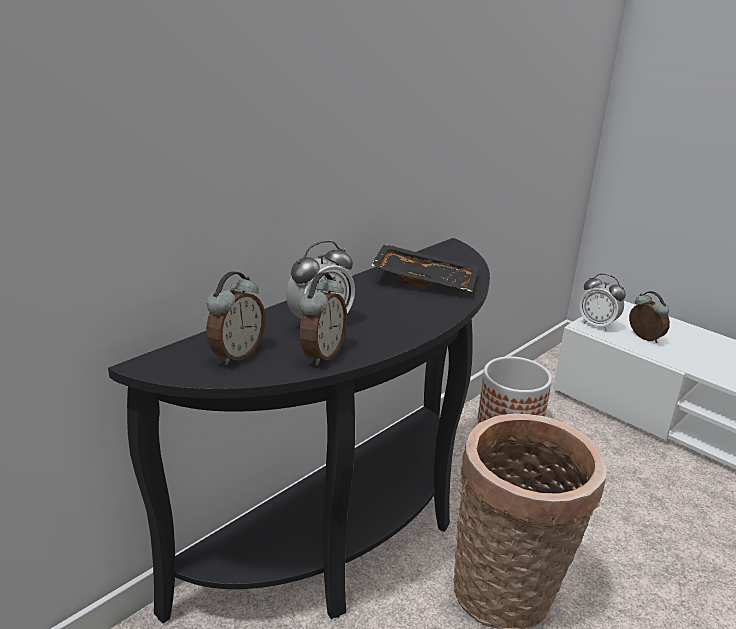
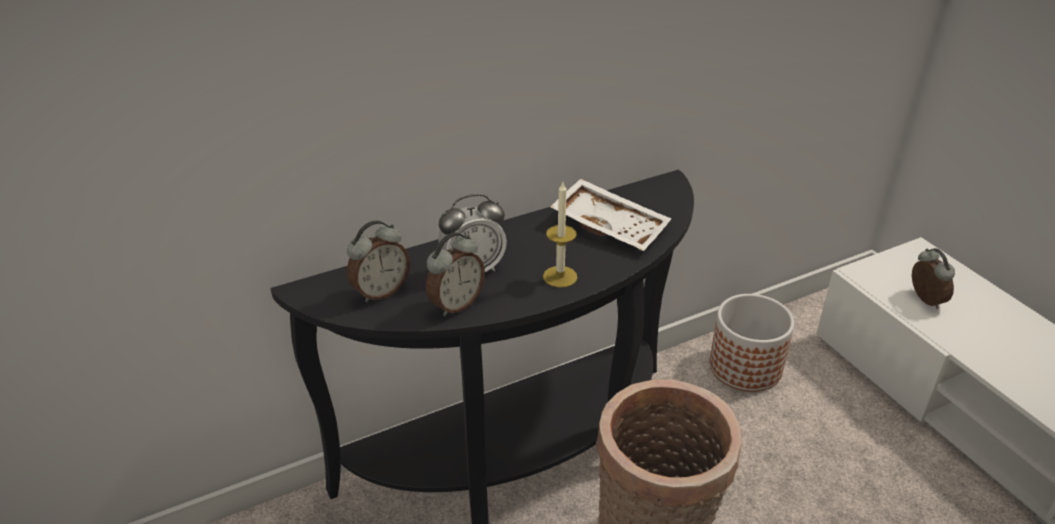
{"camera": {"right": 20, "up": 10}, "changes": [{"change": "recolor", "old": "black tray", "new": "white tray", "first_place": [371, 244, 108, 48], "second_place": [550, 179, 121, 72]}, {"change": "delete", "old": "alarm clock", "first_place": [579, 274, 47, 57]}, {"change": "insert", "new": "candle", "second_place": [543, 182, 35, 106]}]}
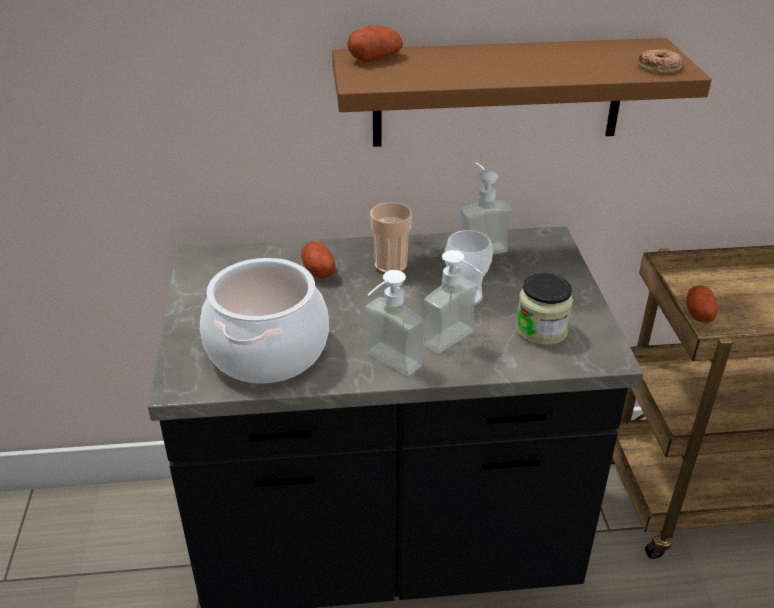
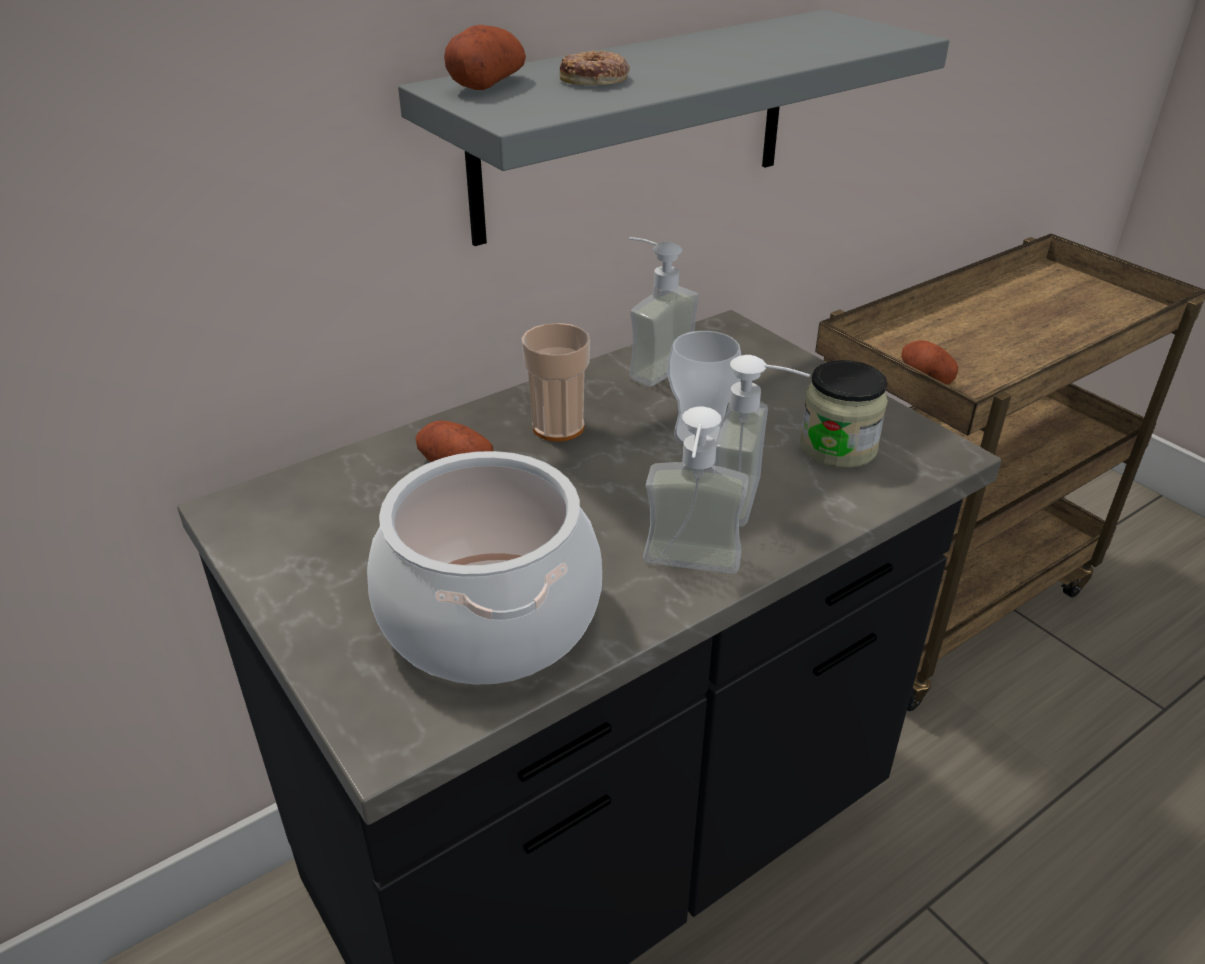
{"camera": {"right": -30, "up": 0}, "changes": [{"change": "recolor", "old": "brown shelf", "new": "grey shelf", "first_place": [332, 38, 380, 109], "second_place": [398, 10, 551, 236]}, {"change": "move", "old": "donut", "first_place": [638, 49, 45, 24], "second_place": [559, 50, 71, 35]}]}
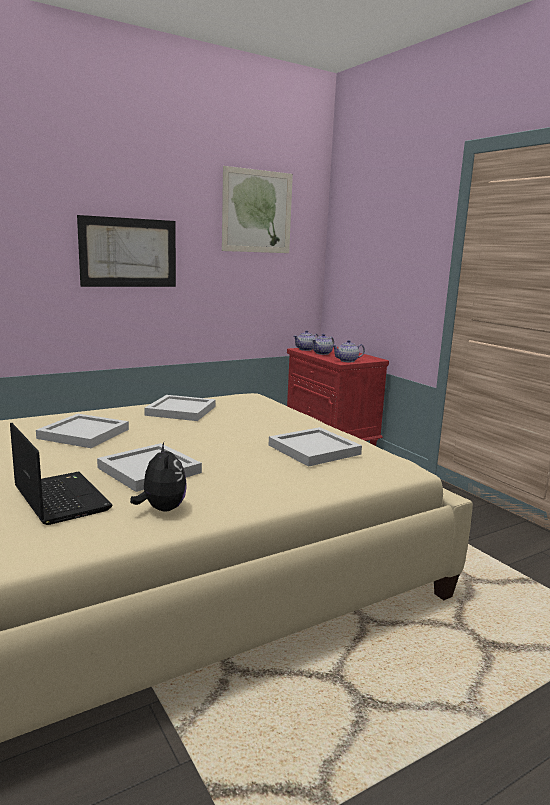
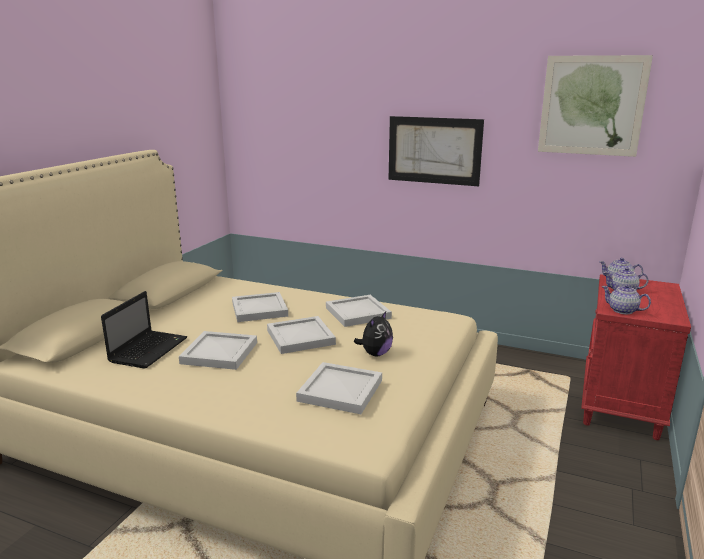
{"camera": {"right": 55, "up": 5}, "changes": [{"change": "move", "old": "plush toy", "first_place": [130, 443, 57, 68], "second_place": [354, 311, 39, 45]}, {"change": "insert", "new": "white tray", "second_place": [267, 316, 69, 38]}]}
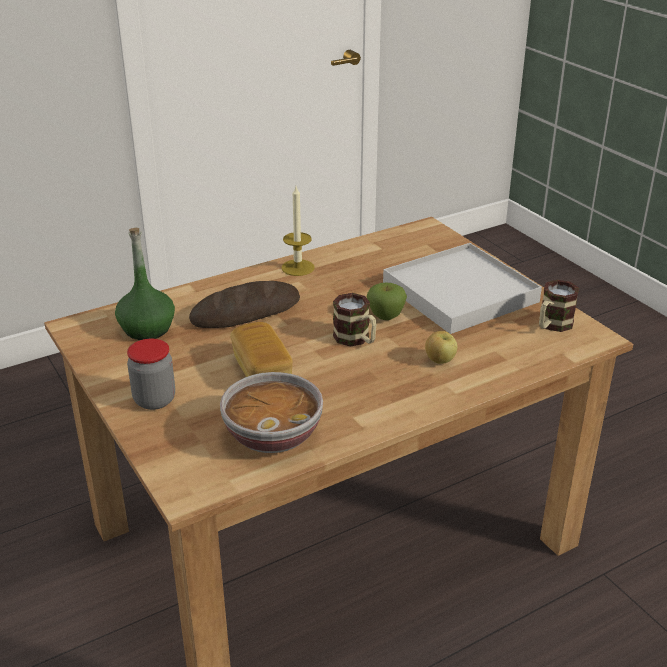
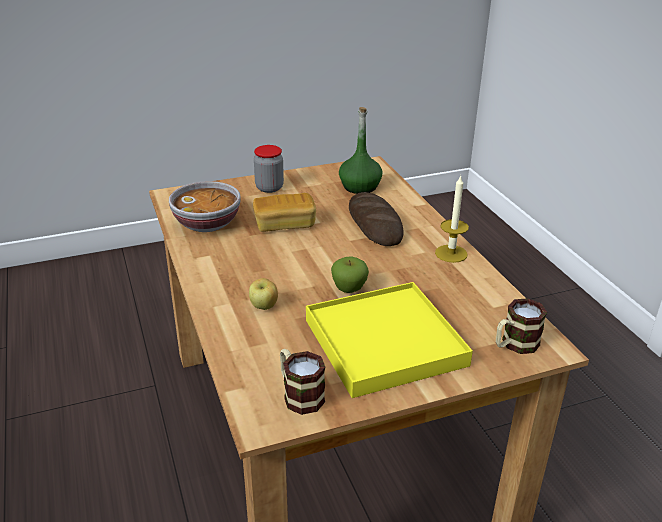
{"camera": {"right": 100, "up": 0}, "changes": [{"change": "move", "old": "mug", "first_place": [333, 293, 44, 54], "second_place": [496, 298, 51, 56]}, {"change": "recolor", "old": "white tray", "new": "yellow tray", "first_place": [383, 243, 159, 91], "second_place": [306, 282, 167, 116]}]}
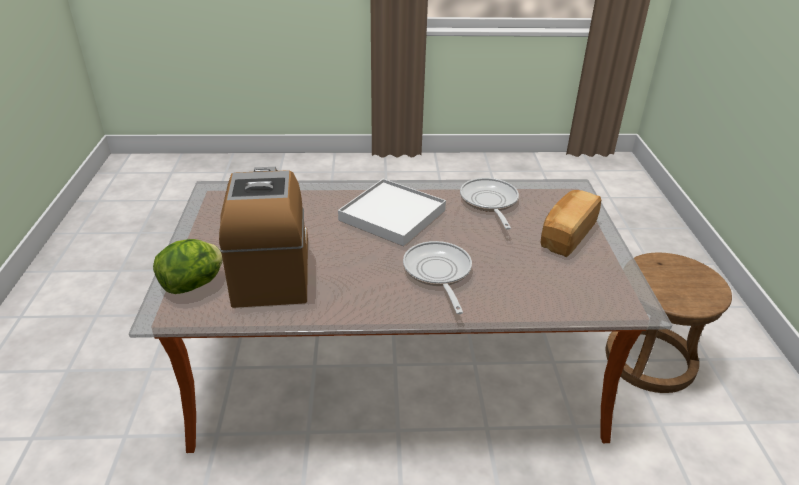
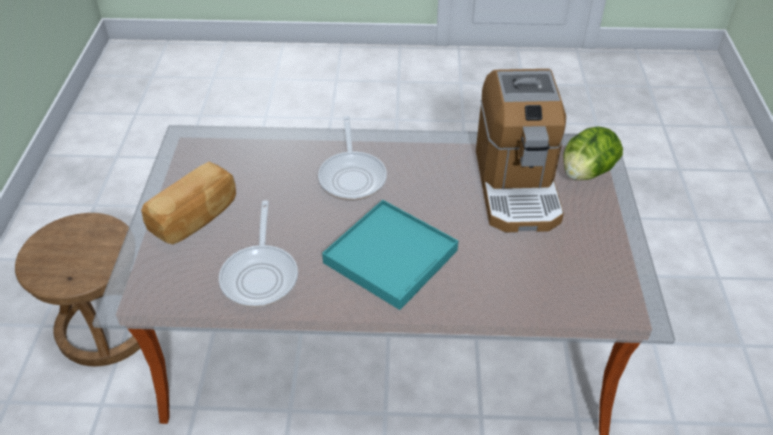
{"camera": {"right": -175, "up": 10}, "changes": [{"change": "recolor", "old": "white tray", "new": "turquoise tray", "first_place": [338, 179, 108, 67], "second_place": [322, 200, 136, 110]}]}
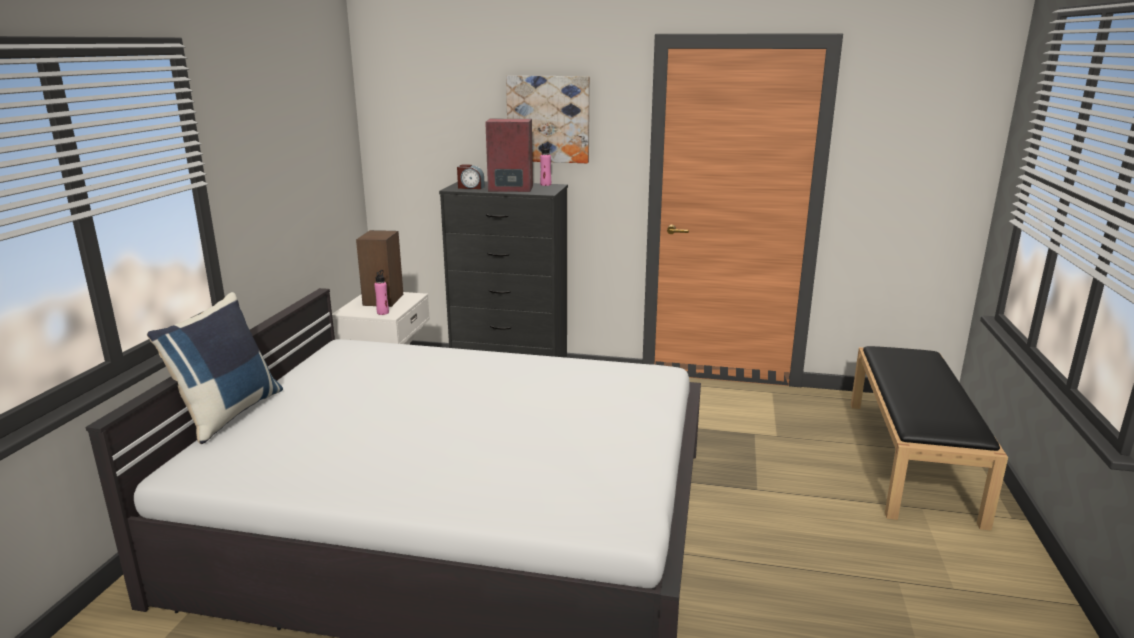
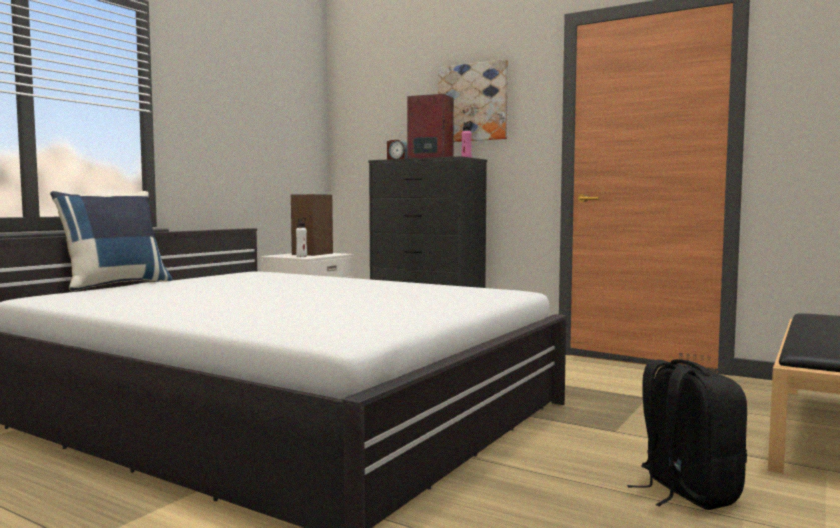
{"camera": {"right": 20, "up": -15}, "changes": [{"change": "recolor", "old": "pink bottle", "new": "white bottle", "first_place": [374, 270, 15, 45], "second_place": [296, 218, 11, 39]}, {"change": "insert", "new": "black backpack", "second_place": [627, 359, 120, 151]}]}
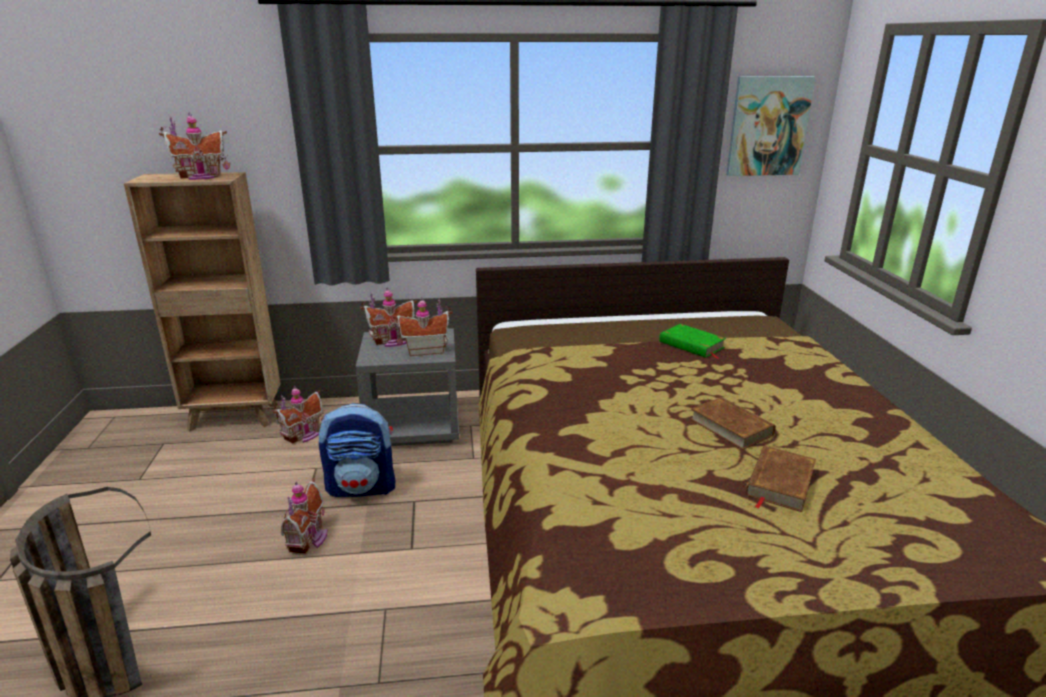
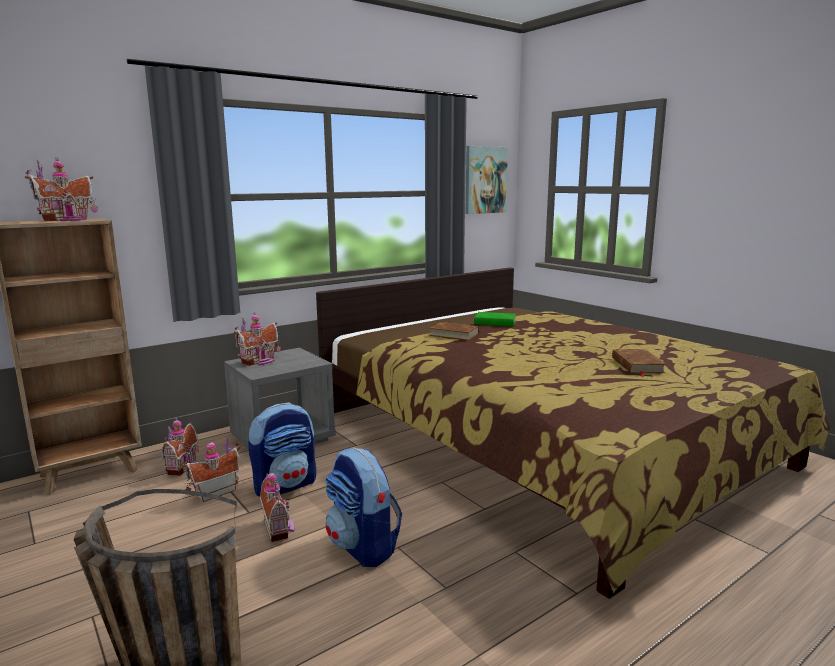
{"camera": {"right": -30, "up": -10}, "changes": [{"change": "move", "old": "toy house", "first_place": [393, 297, 59, 59], "second_place": [182, 437, 58, 65]}, {"change": "move", "old": "brown book", "first_place": [690, 397, 85, 53], "second_place": [429, 322, 50, 18]}, {"change": "insert", "new": "backpack", "second_place": [325, 448, 77, 119]}]}
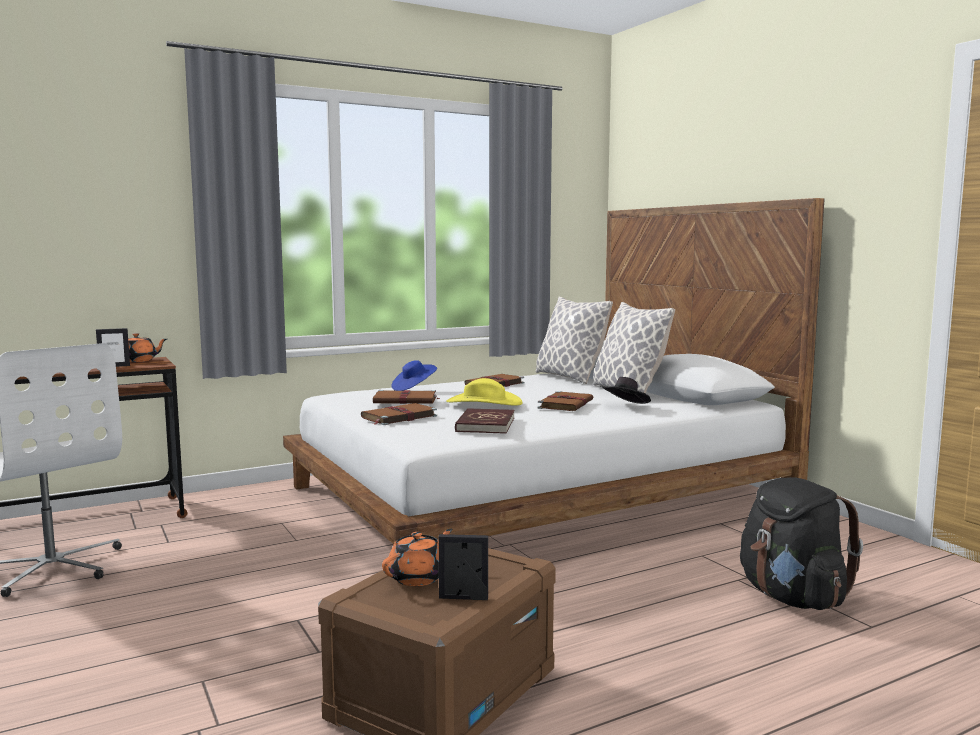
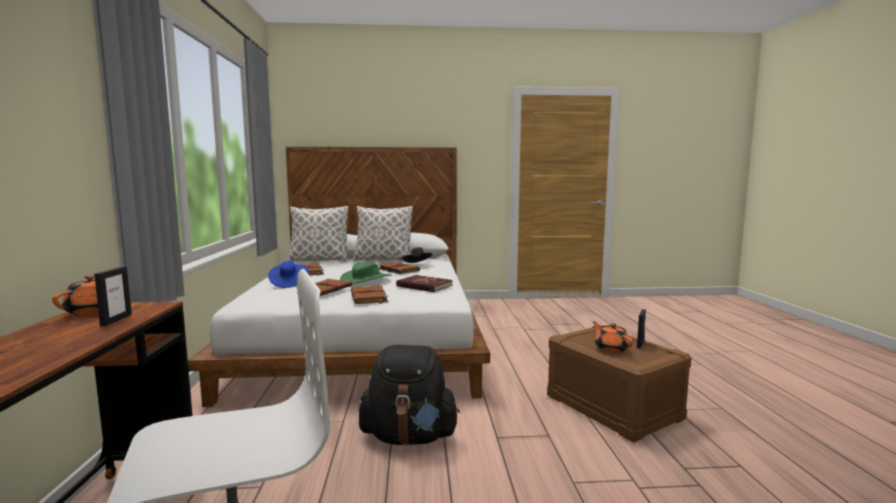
{"camera": {"right": -65, "up": 0}, "changes": [{"change": "recolor", "old": "yellow hat", "new": "green hat", "first_place": [447, 378, 76, 27], "second_place": [340, 262, 51, 22]}, {"change": "move", "old": "black backpack", "first_place": [740, 477, 123, 133], "second_place": [359, 345, 101, 100]}]}
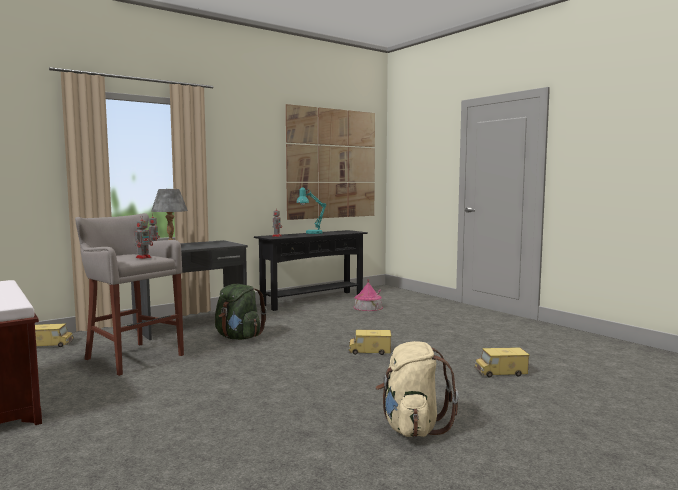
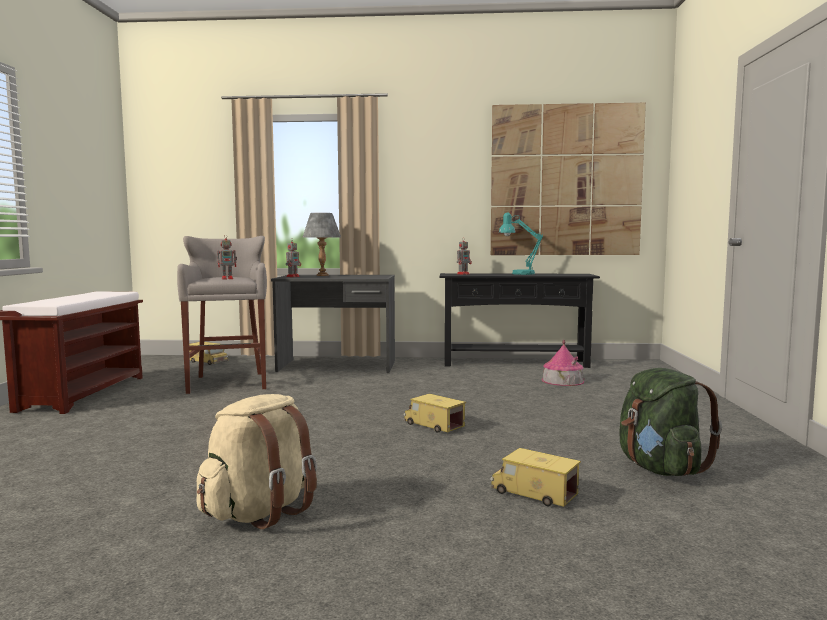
{"camera": {"right": 40, "up": 0}, "changes": [{"change": "move", "old": "green backpack", "first_place": [215, 284, 52, 56], "second_place": [620, 368, 102, 108]}]}
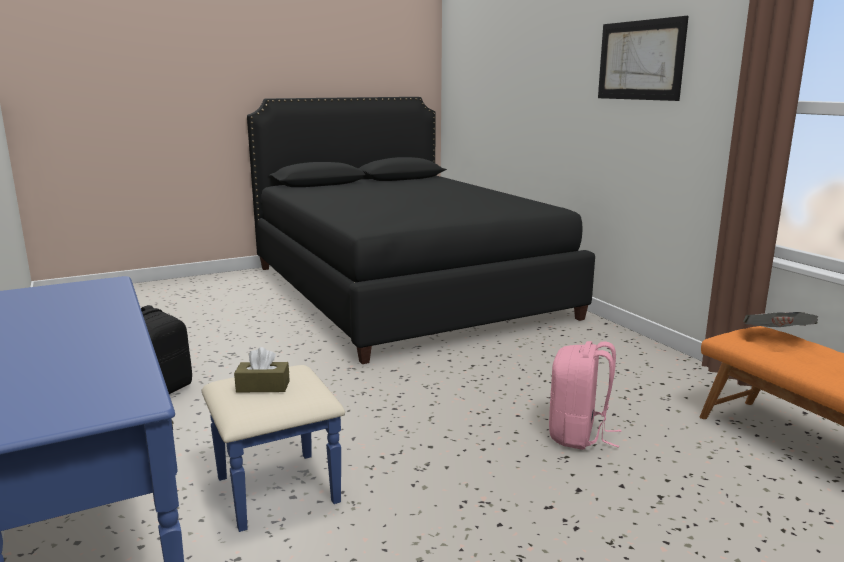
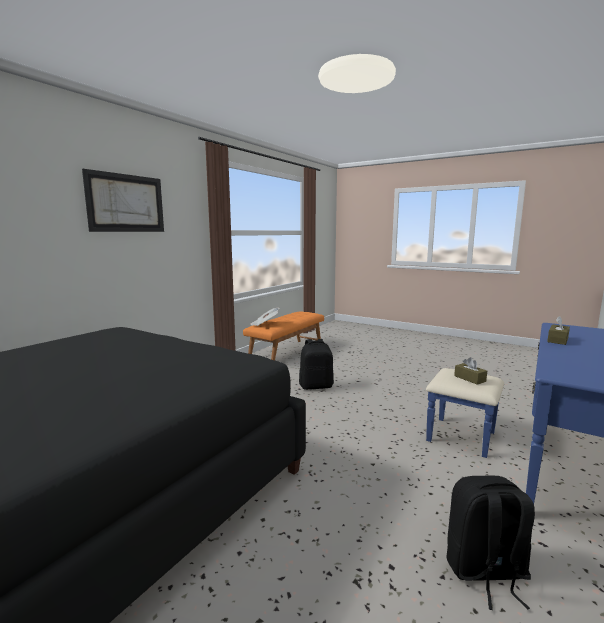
{"camera": {"right": -120, "up": -5}, "changes": [{"change": "recolor", "old": "pink backpack", "new": "black backpack", "first_place": [549, 341, 72, 109], "second_place": [299, 339, 35, 51]}, {"change": "insert", "new": "brown tissue box", "second_place": [547, 316, 23, 29]}]}
